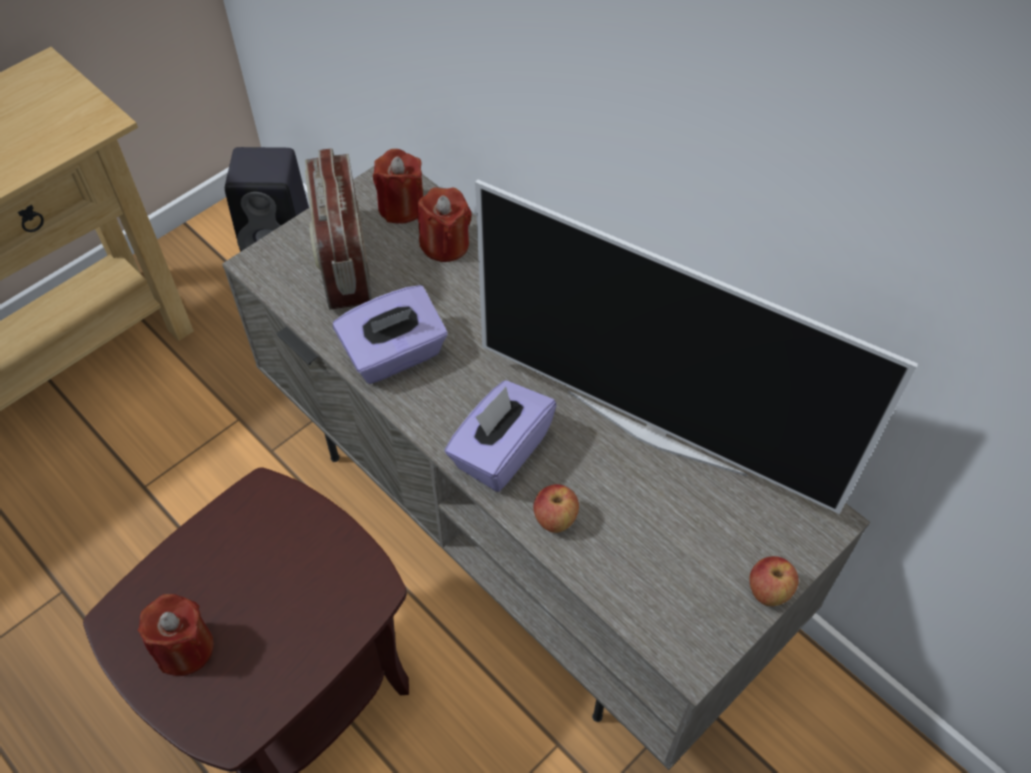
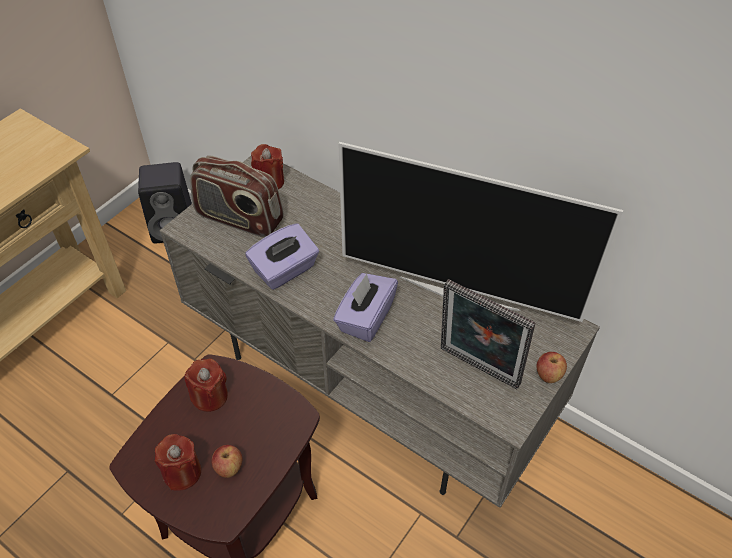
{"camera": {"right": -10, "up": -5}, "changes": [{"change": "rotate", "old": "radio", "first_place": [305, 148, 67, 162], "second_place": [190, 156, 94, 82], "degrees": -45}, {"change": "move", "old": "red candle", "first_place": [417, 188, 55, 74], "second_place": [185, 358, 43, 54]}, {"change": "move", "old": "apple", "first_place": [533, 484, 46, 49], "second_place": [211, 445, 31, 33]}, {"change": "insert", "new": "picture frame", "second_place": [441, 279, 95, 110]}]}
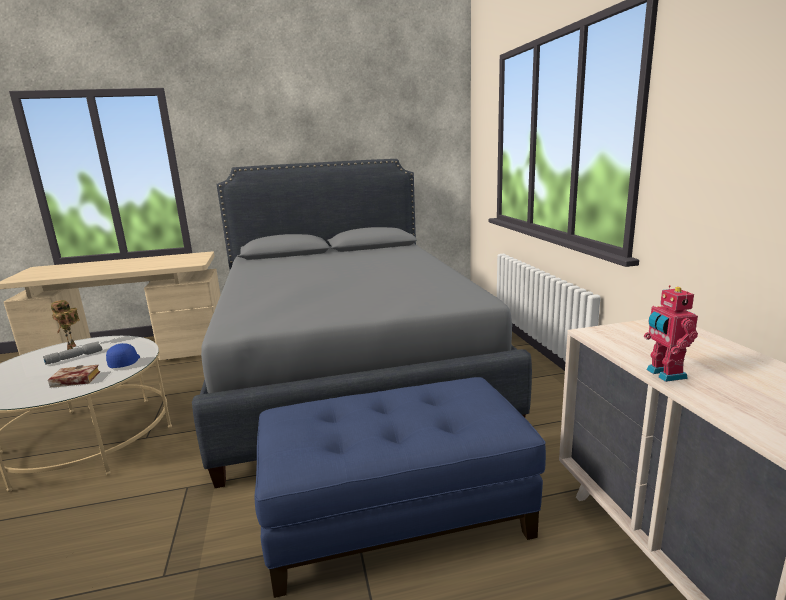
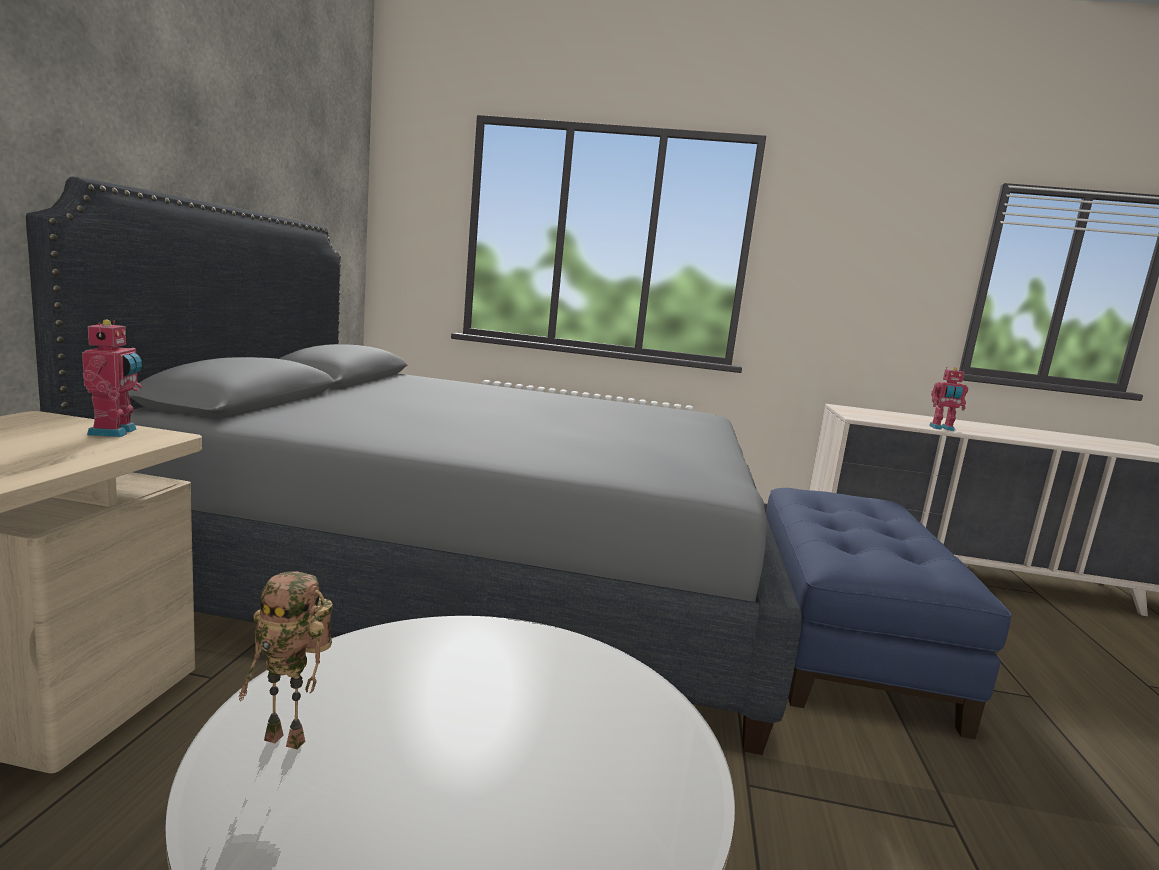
{"camera": {"right": -70, "up": -5}, "changes": [{"change": "delete", "old": "grey flashlight", "first_place": [43, 341, 59, 24]}, {"change": "delete", "old": "book", "first_place": [48, 365, 52, 23]}, {"change": "delete", "old": "blue cap", "first_place": [106, 343, 34, 25]}, {"change": "insert", "new": "toy robot", "second_place": [82, 319, 60, 118]}]}
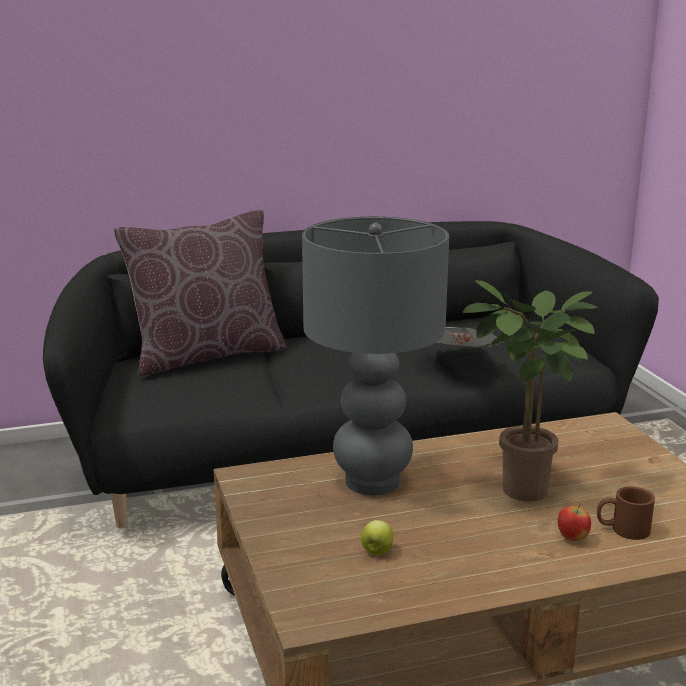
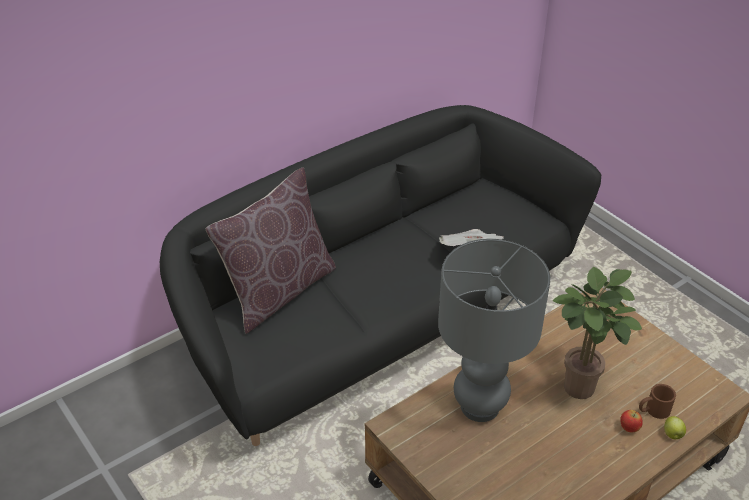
{"camera": {"right": -20, "up": 20}, "changes": [{"change": "move", "old": "apple", "first_place": [361, 520, 33, 35], "second_place": [664, 416, 22, 23]}]}
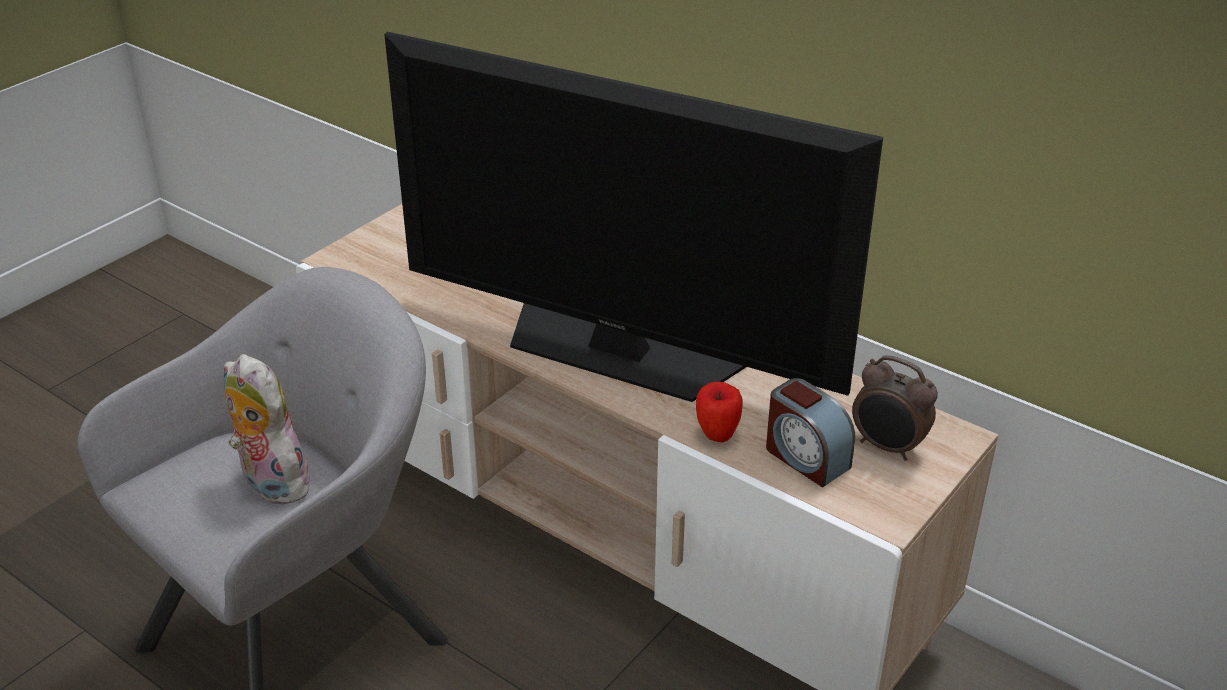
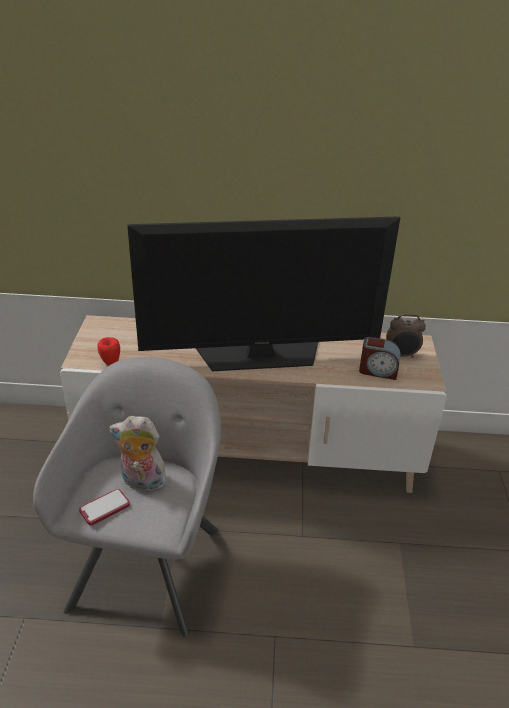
{"camera": {"right": -35, "up": 0}, "changes": [{"change": "move", "old": "apple", "first_place": [696, 381, 47, 61], "second_place": [97, 337, 23, 28]}, {"change": "insert", "new": "phone", "second_place": [79, 489, 51, 36]}]}
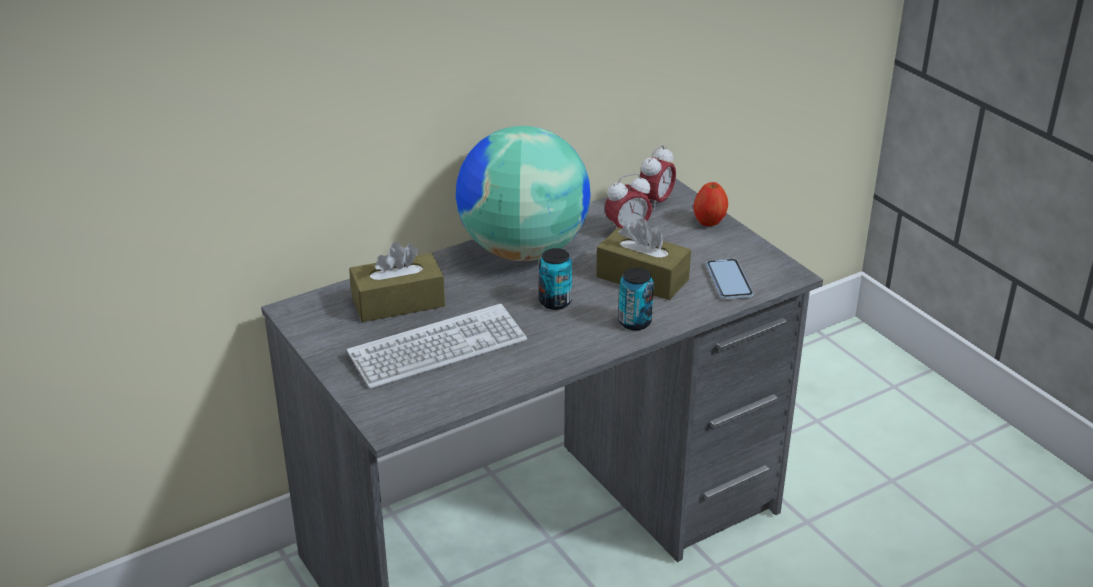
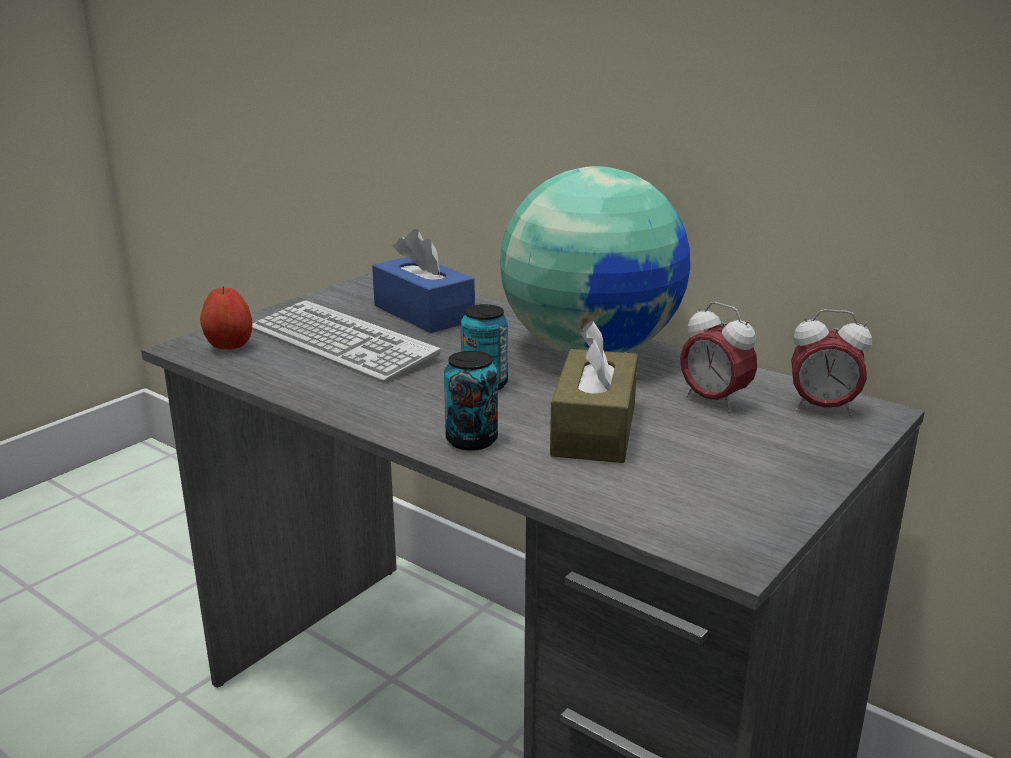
{"camera": {"right": 70, "up": -10}, "changes": [{"change": "recolor", "old": "brown tissue box", "new": "blue tissue box", "first_place": [349, 242, 96, 80], "second_place": [372, 229, 103, 104]}, {"change": "move", "old": "apple", "first_place": [693, 182, 35, 44], "second_place": [200, 286, 52, 63]}, {"change": "delete", "old": "phone", "first_place": [706, 259, 47, 41]}]}
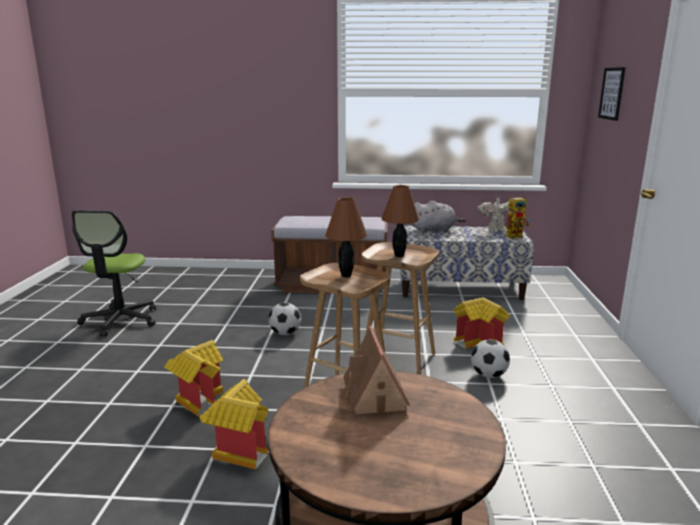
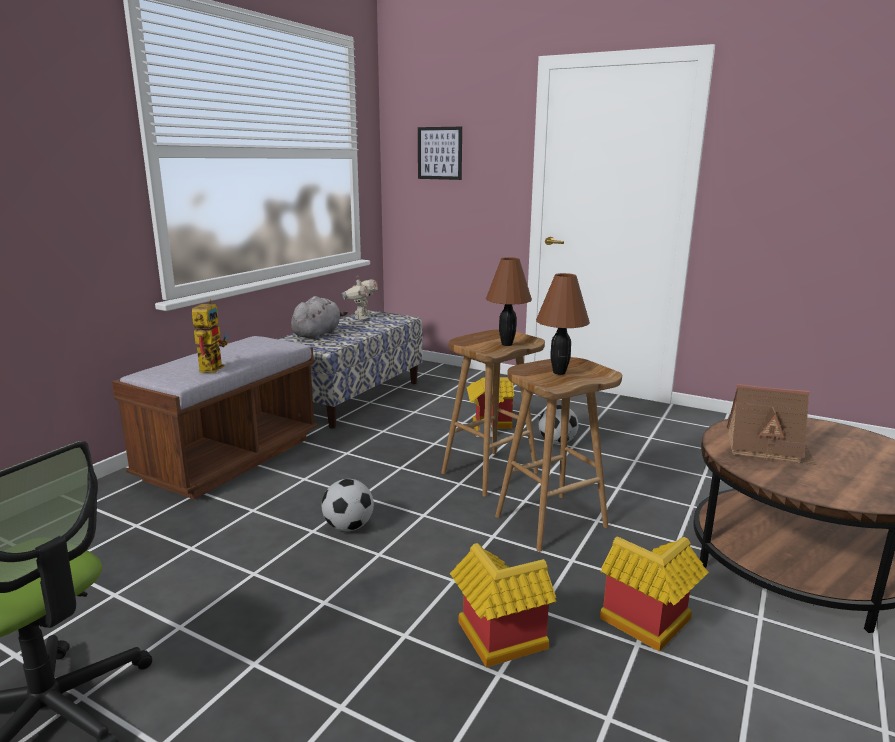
{"camera": {"right": -65, "up": 0}, "changes": [{"change": "move", "old": "toy robot", "first_place": [506, 196, 24, 43], "second_place": [192, 299, 36, 74]}]}
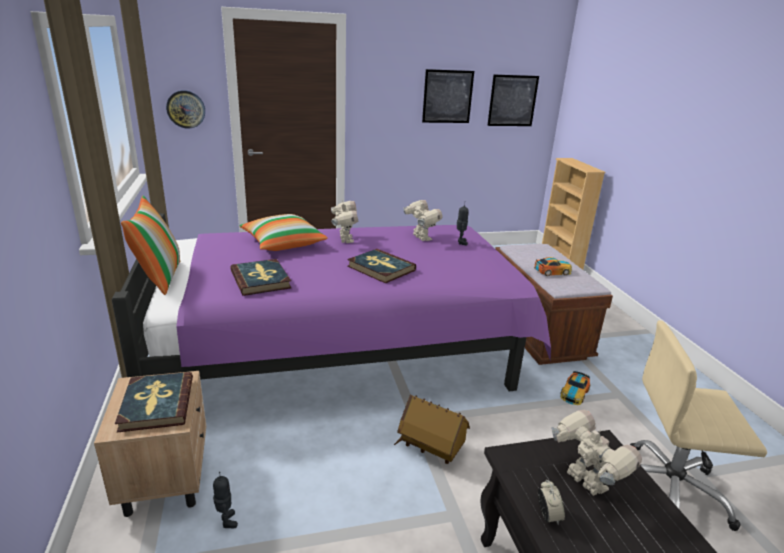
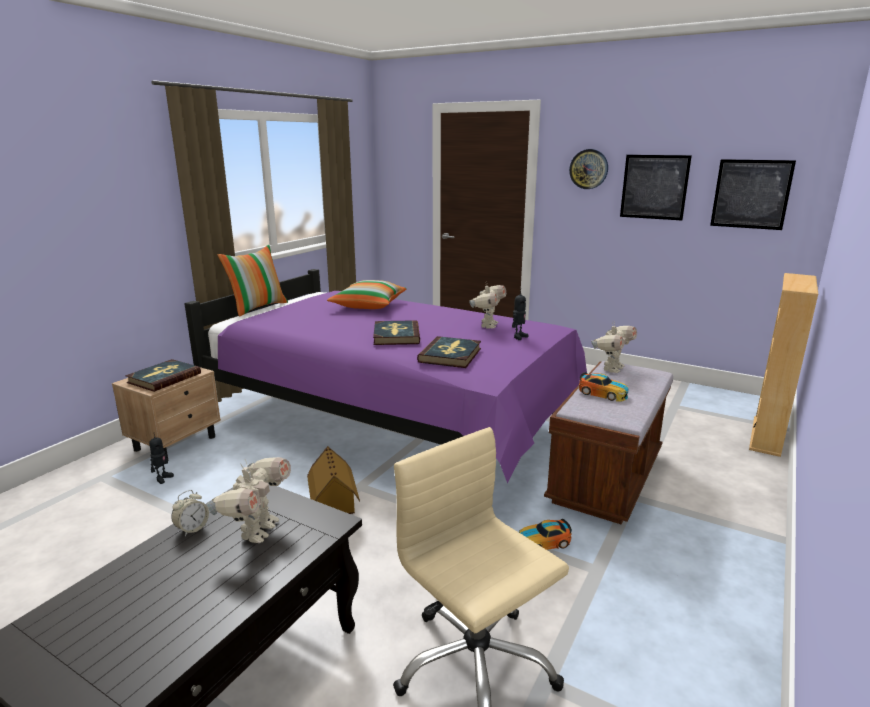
{"camera": {"right": 45, "up": -5}, "changes": [{"change": "move", "old": "wall clock", "first_place": [166, 90, 39, 39], "second_place": [569, 149, 39, 40]}, {"change": "move", "old": "book", "first_place": [230, 259, 61, 37], "second_place": [417, 336, 64, 32]}, {"change": "move", "old": "toy robot", "first_place": [331, 201, 27, 42], "second_place": [591, 323, 46, 50]}]}
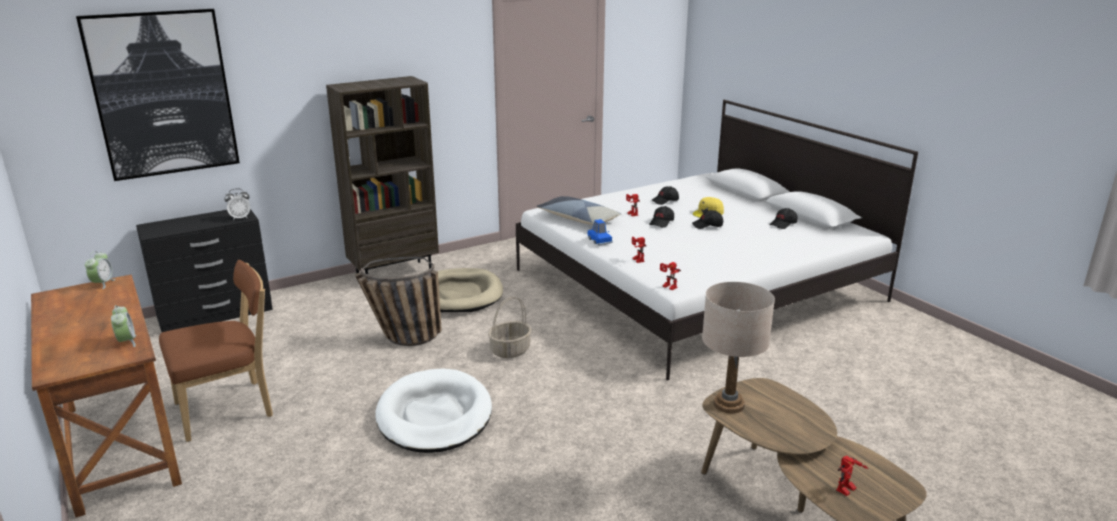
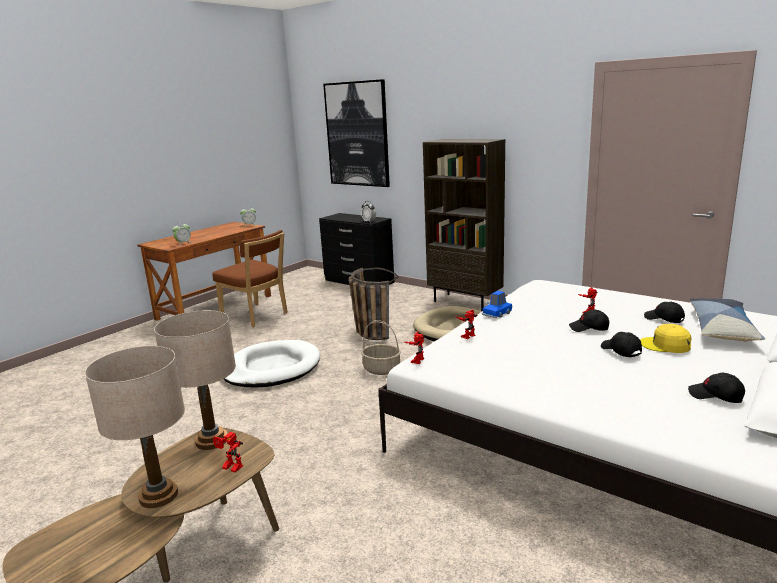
{"camera": {"right": 70, "up": -5}, "changes": [{"change": "move", "old": "pillow", "first_place": [537, 196, 84, 29], "second_place": [689, 298, 76, 44]}, {"change": "move", "old": "toy robot", "first_place": [836, 456, 33, 40], "second_place": [213, 432, 30, 40]}, {"change": "insert", "new": "beige table lamp", "second_place": [85, 346, 100, 162]}]}
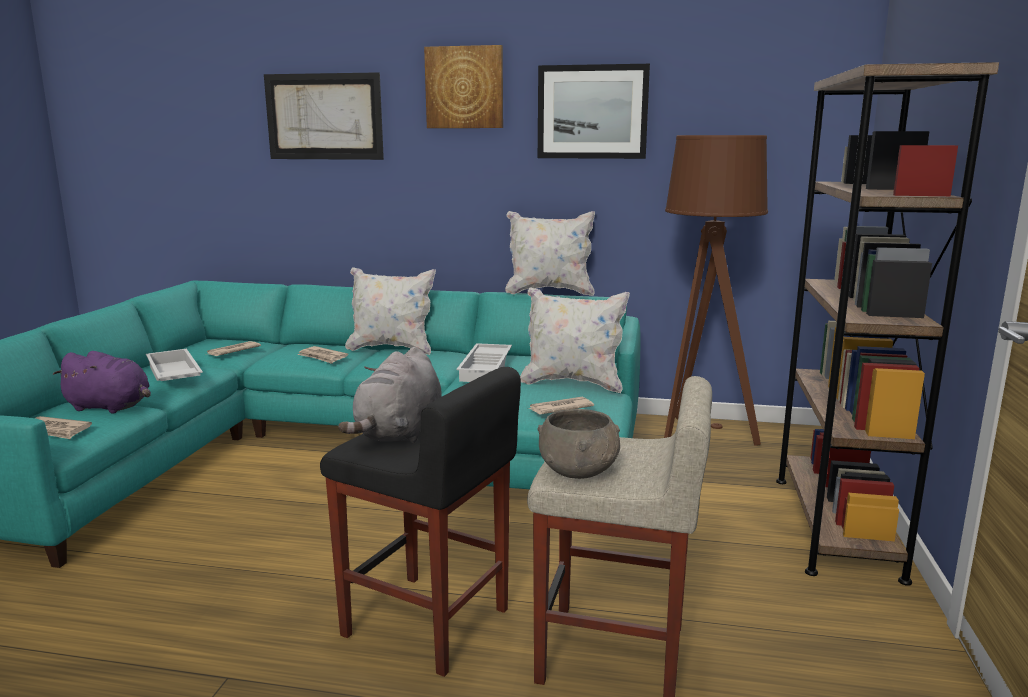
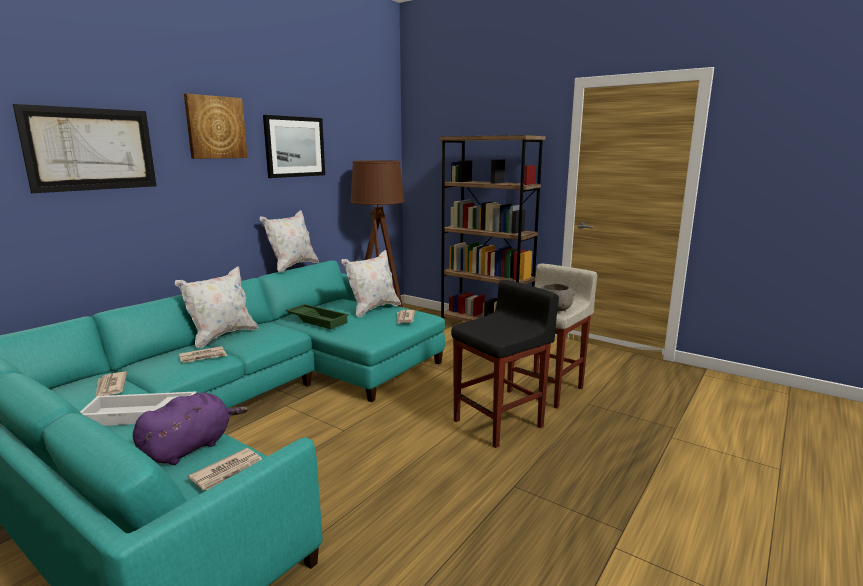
{"camera": {"right": -65, "up": 0}, "changes": [{"change": "delete", "old": "grey plush toy", "first_place": [338, 347, 104, 96]}, {"change": "recolor", "old": "white tray", "new": "green tray", "first_place": [456, 343, 56, 39], "second_place": [285, 304, 64, 25]}]}
